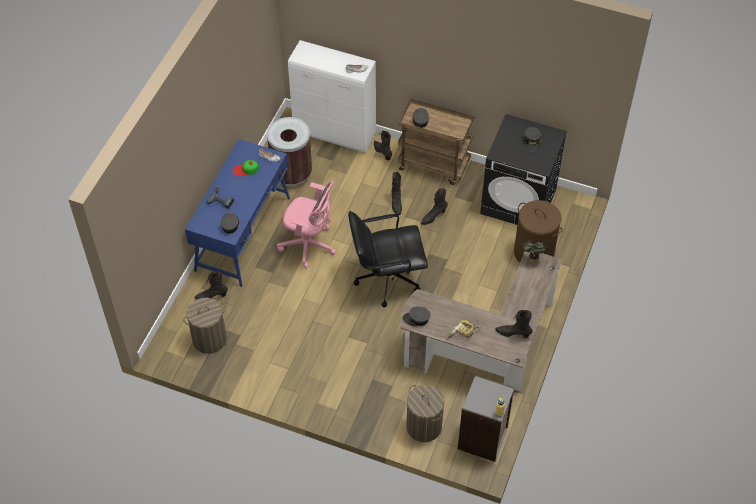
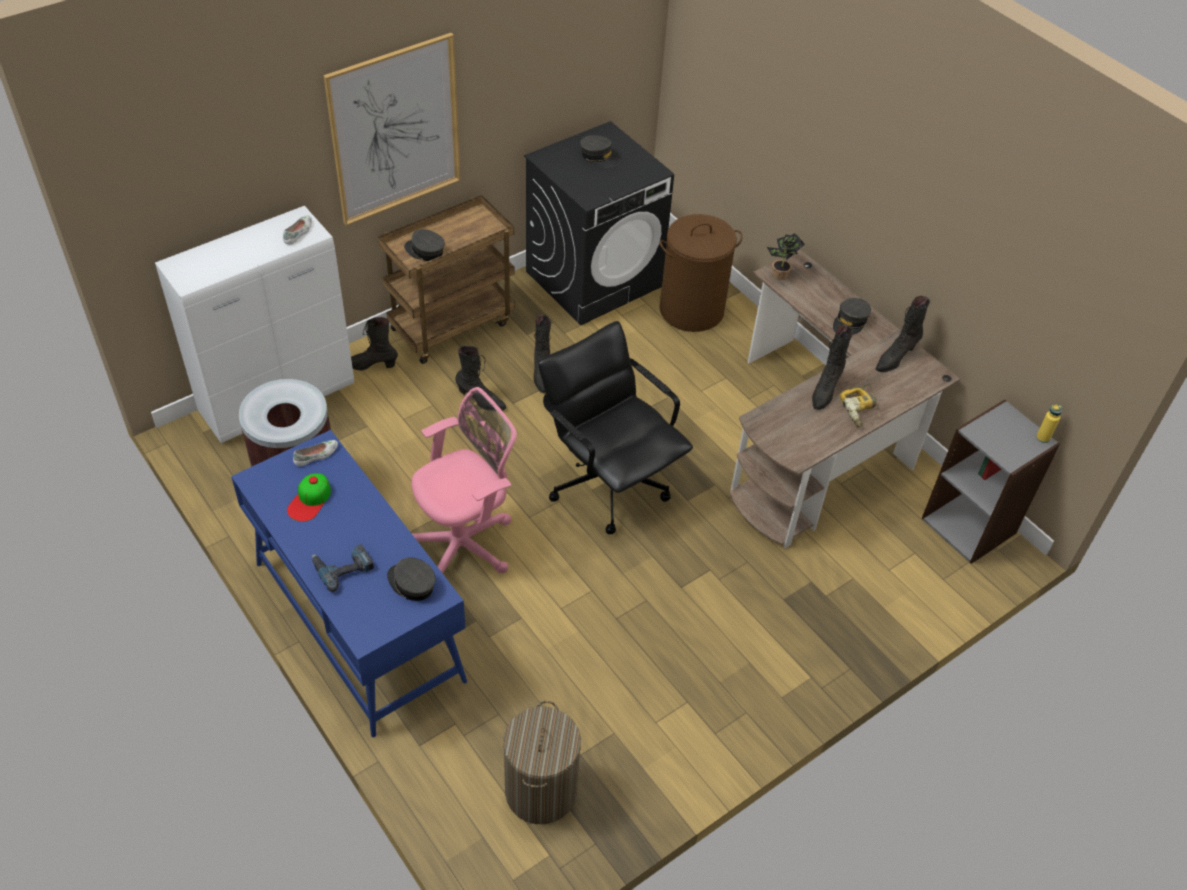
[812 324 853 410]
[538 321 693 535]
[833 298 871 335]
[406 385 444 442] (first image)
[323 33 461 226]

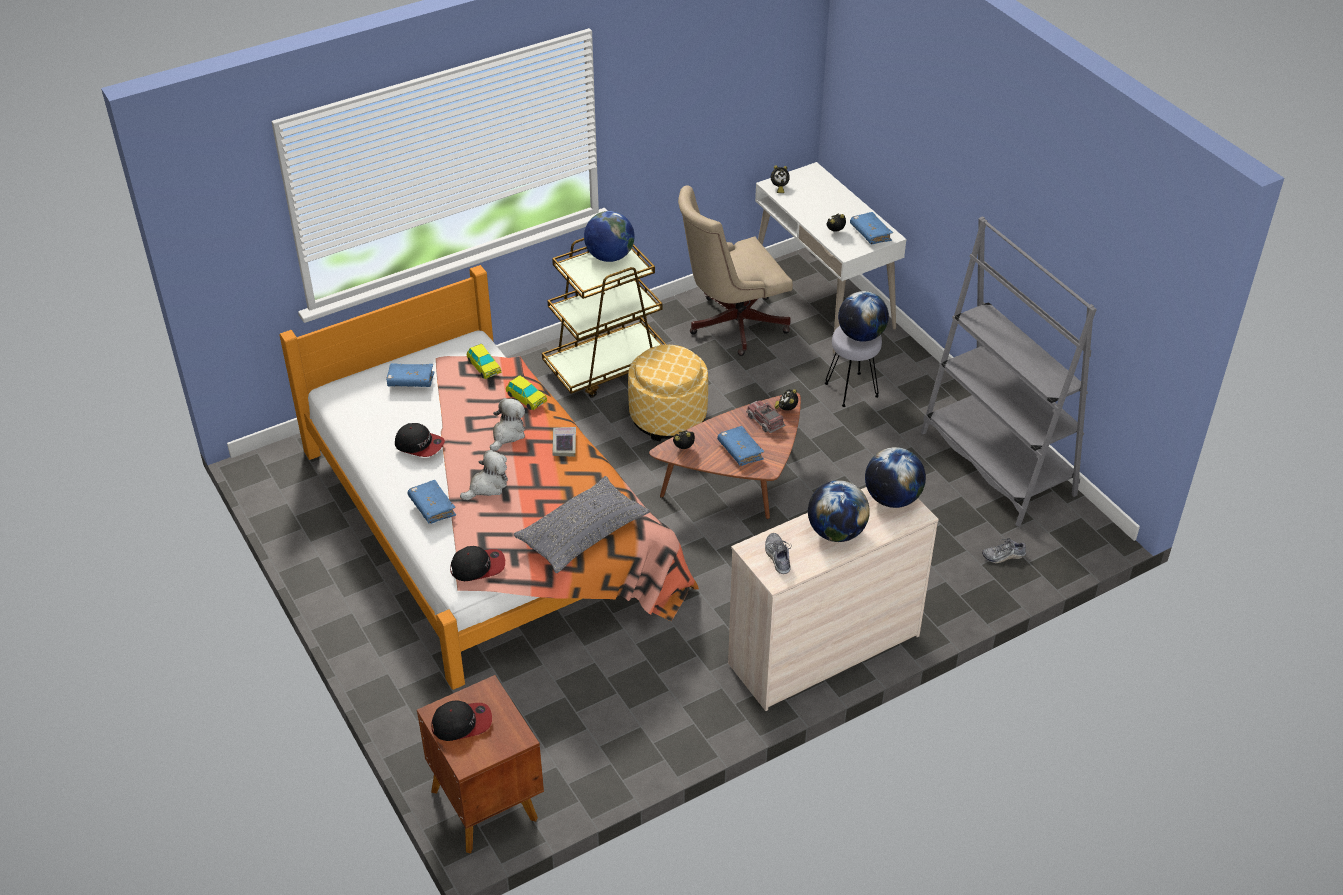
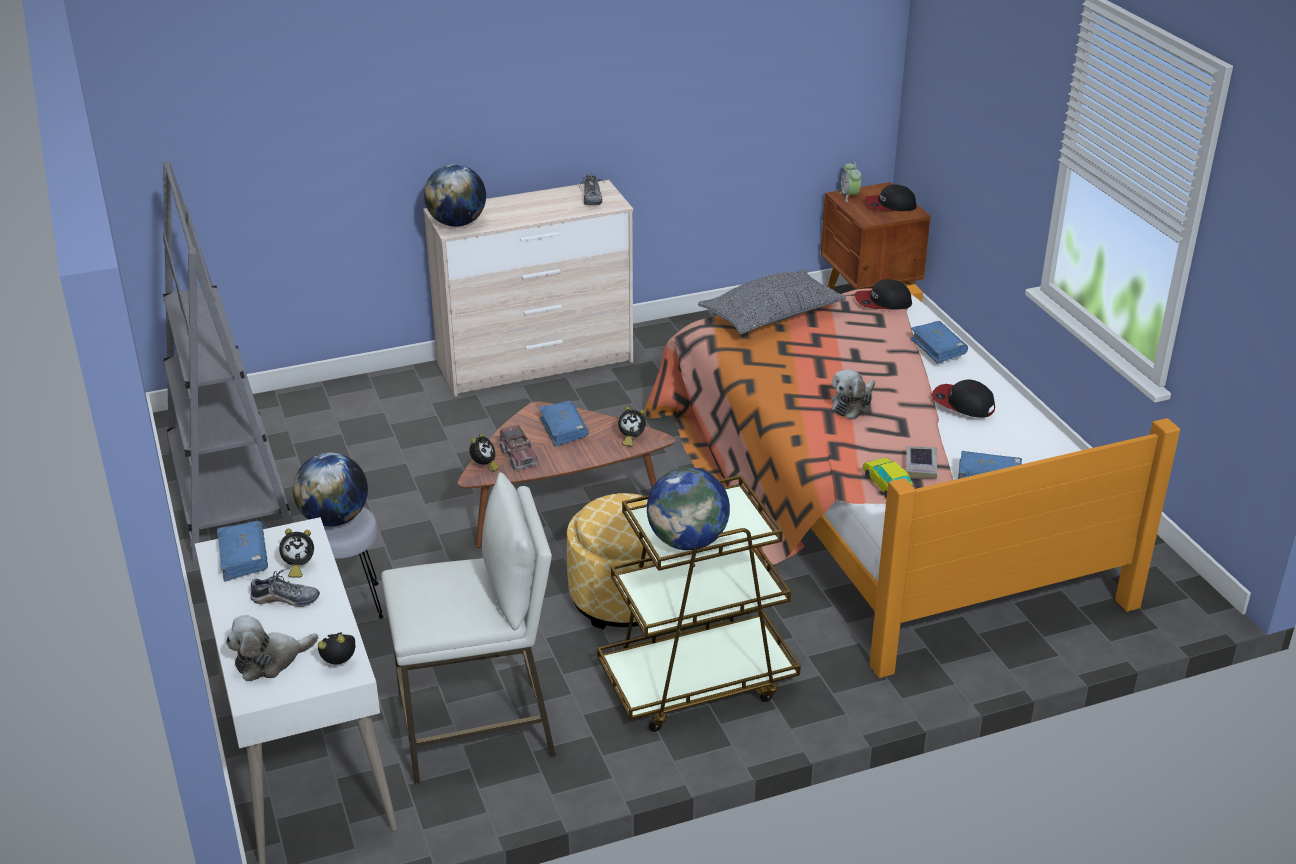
[226 615 318 681]
[506 375 547 410] (first image)
[906 446 937 479]
[381 472 556 784]
[808 480 870 542] (first image)
[250 568 320 607]
[840 161 861 202]

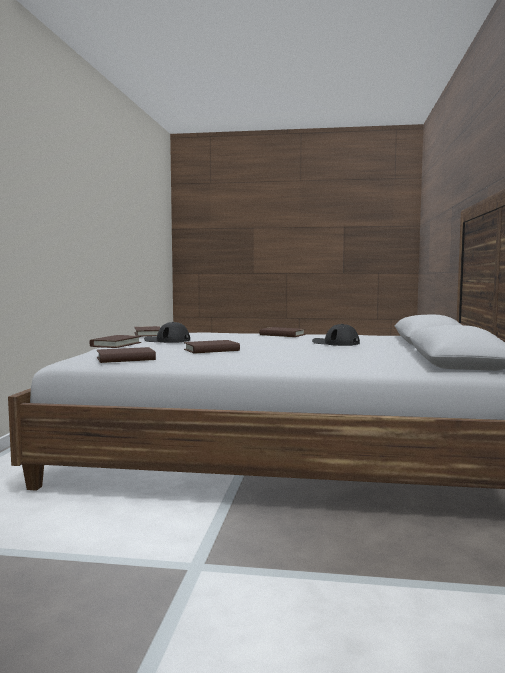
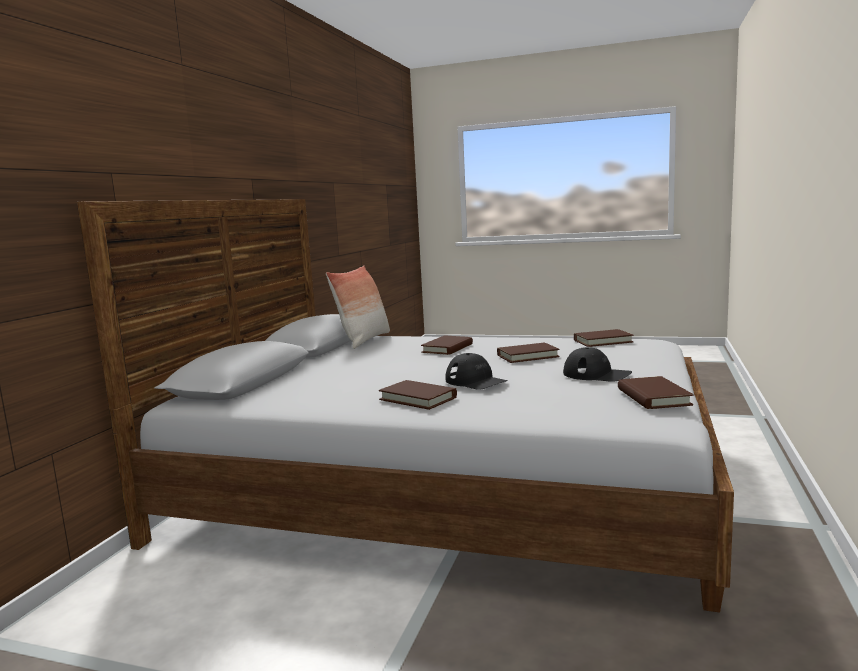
[421 335 473 355]
[445 353 508 390]
[326 265 390 349]

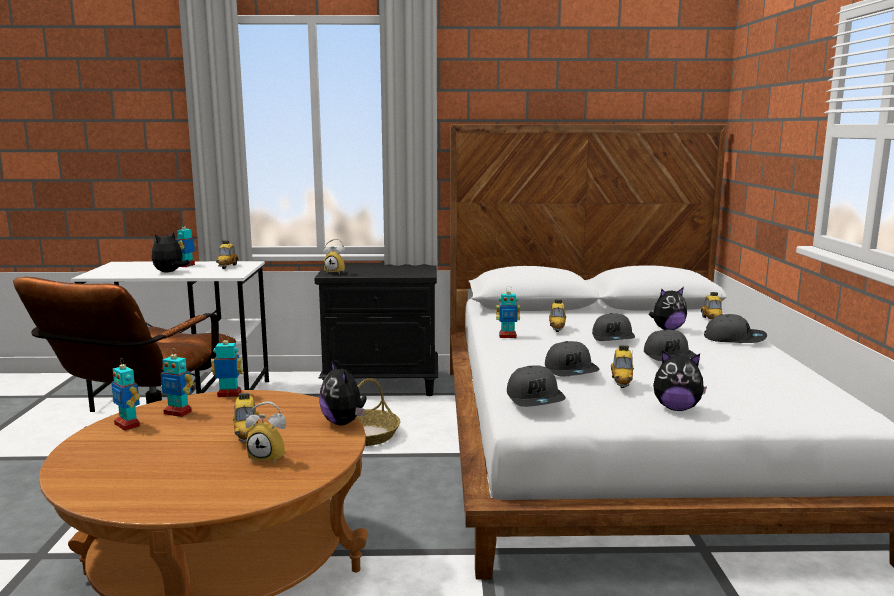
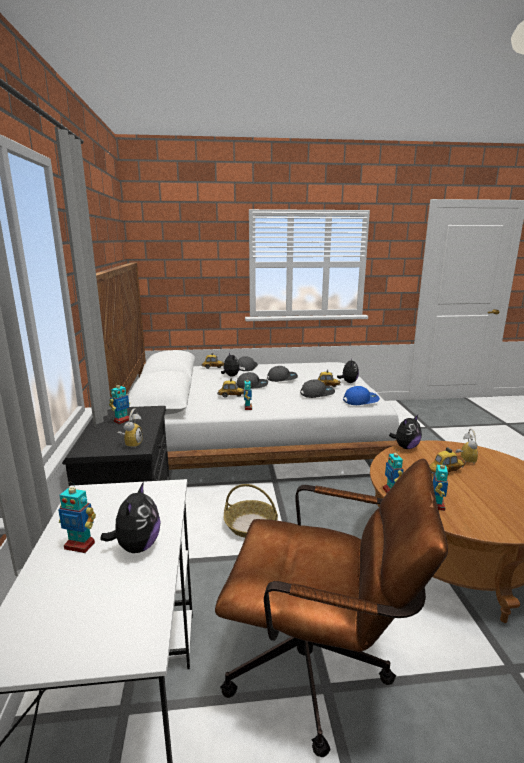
[109 381 130 424]
[100 482 161 553]
[216 241 239 269] (first image)
[343 386 380 405]

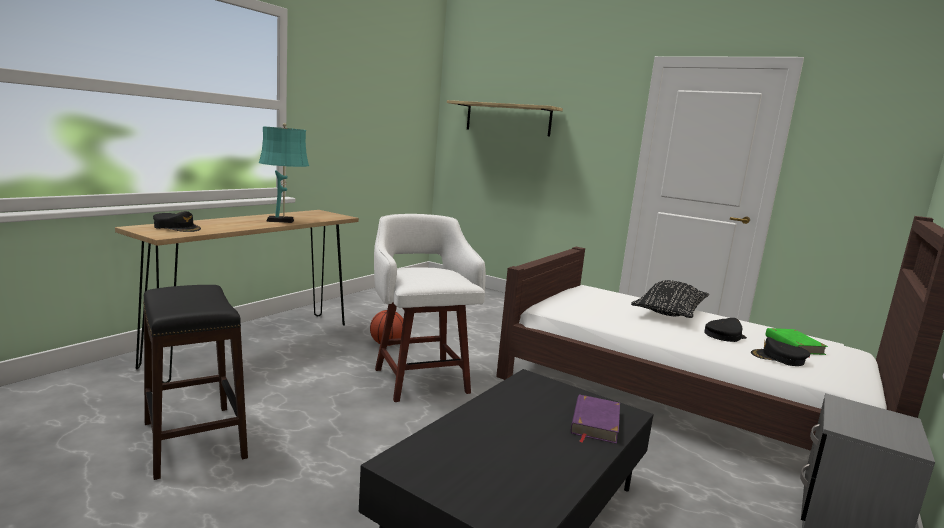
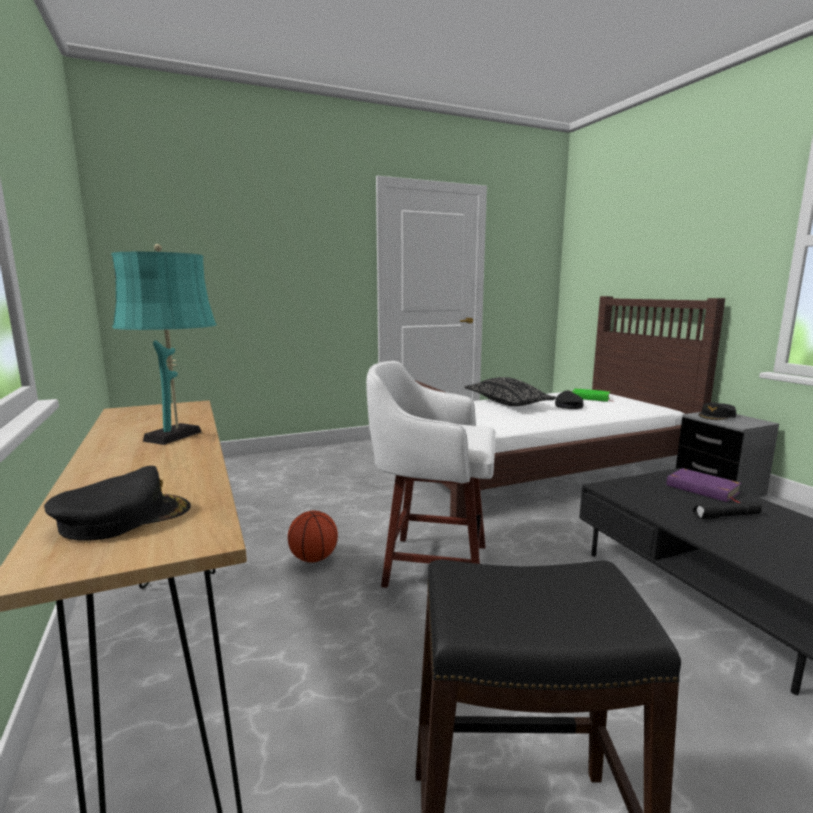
[447 100 563 137] (first image)
[698 402 736 420]
[693 501 762 519]

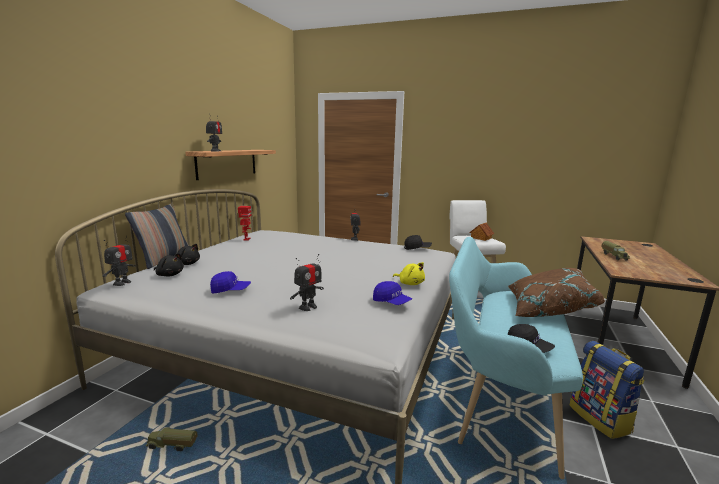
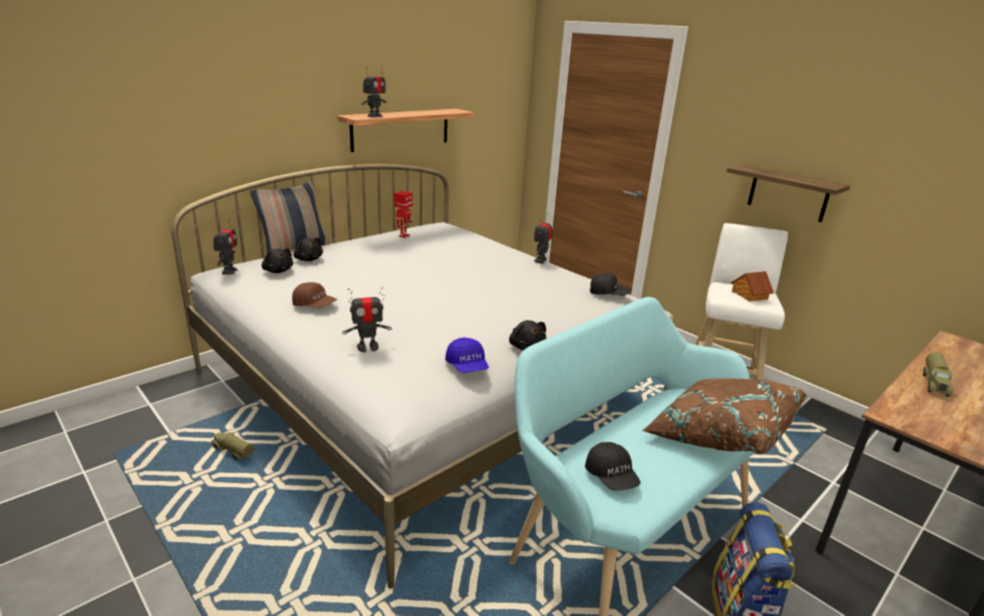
[213 219 238 275]
[292 282 337 308]
[509 320 546 350]
[727 164 850 222]

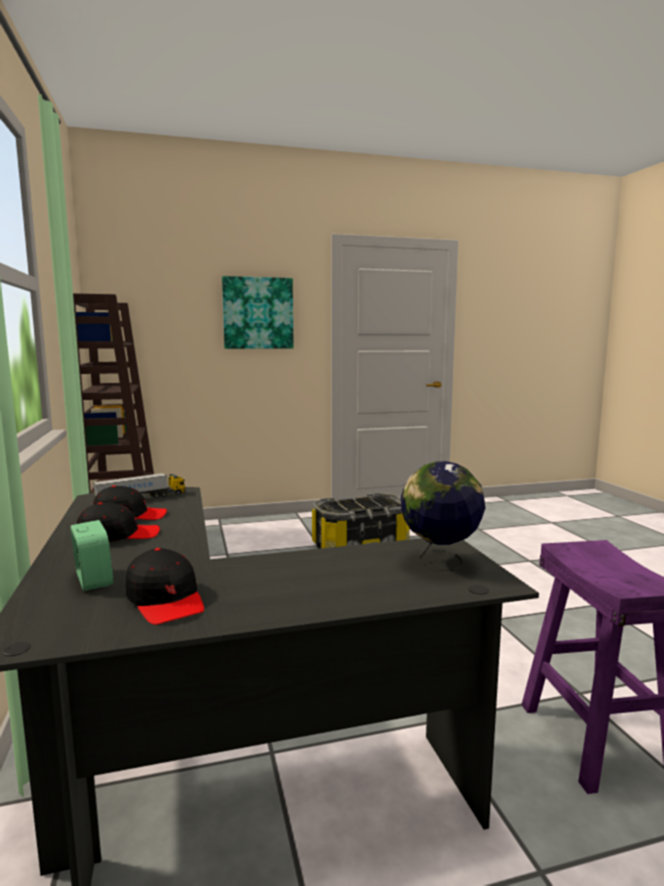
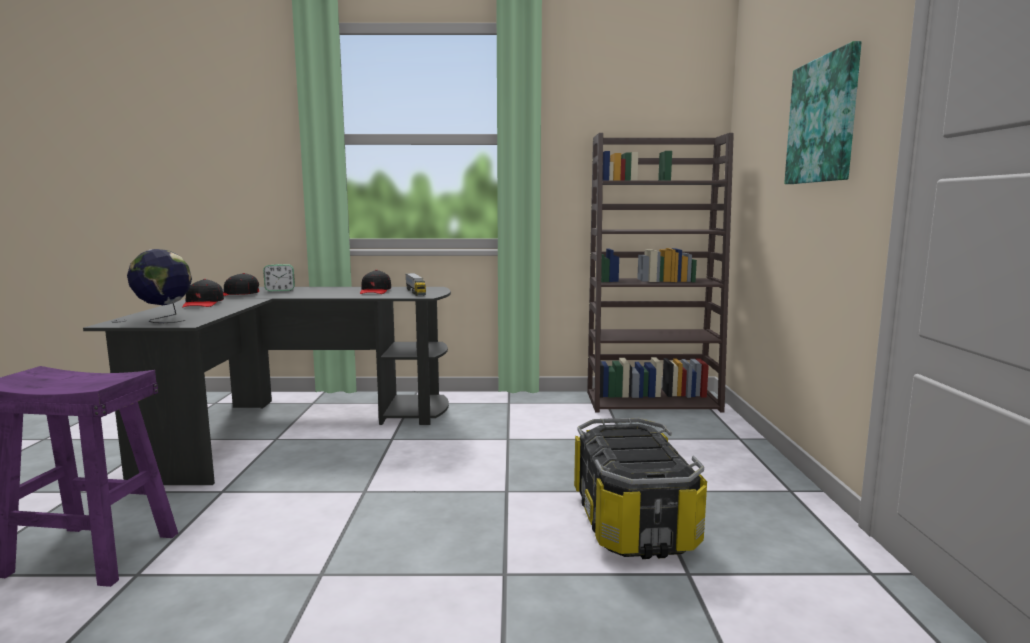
[182 279 224 308]

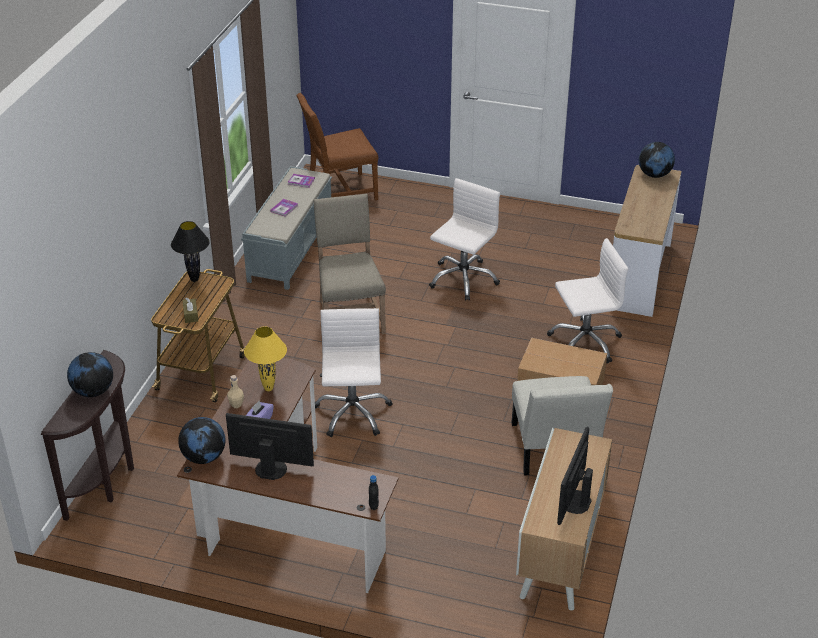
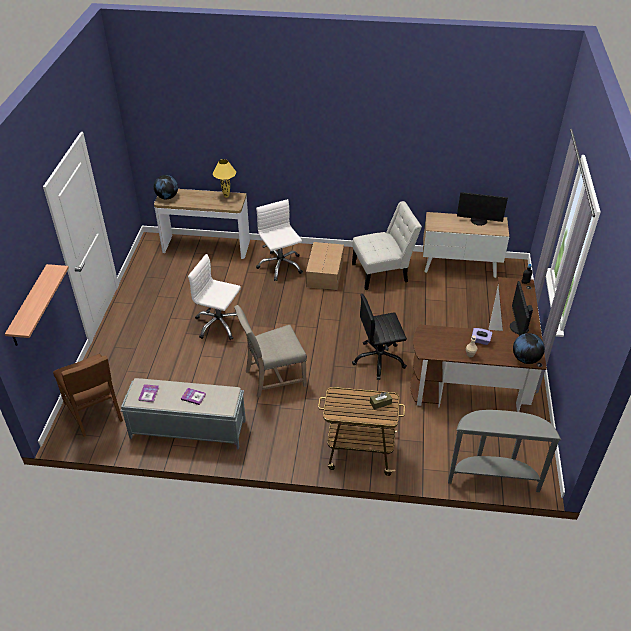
[448 410 561 492]
[67 352 113 397] (first image)
[171 221 210 282] (first image)
[213 159 236 198]
[352 294 407 380]
[5 264 69 346]

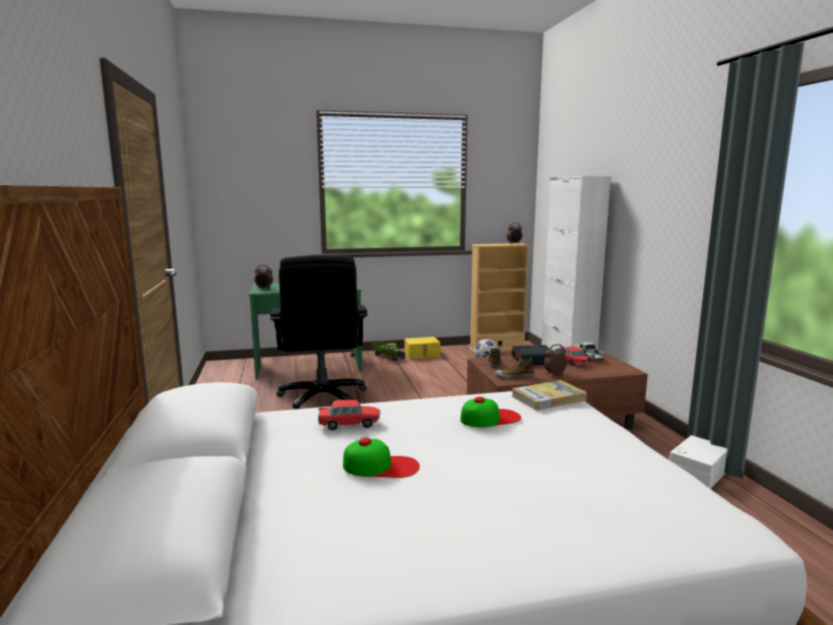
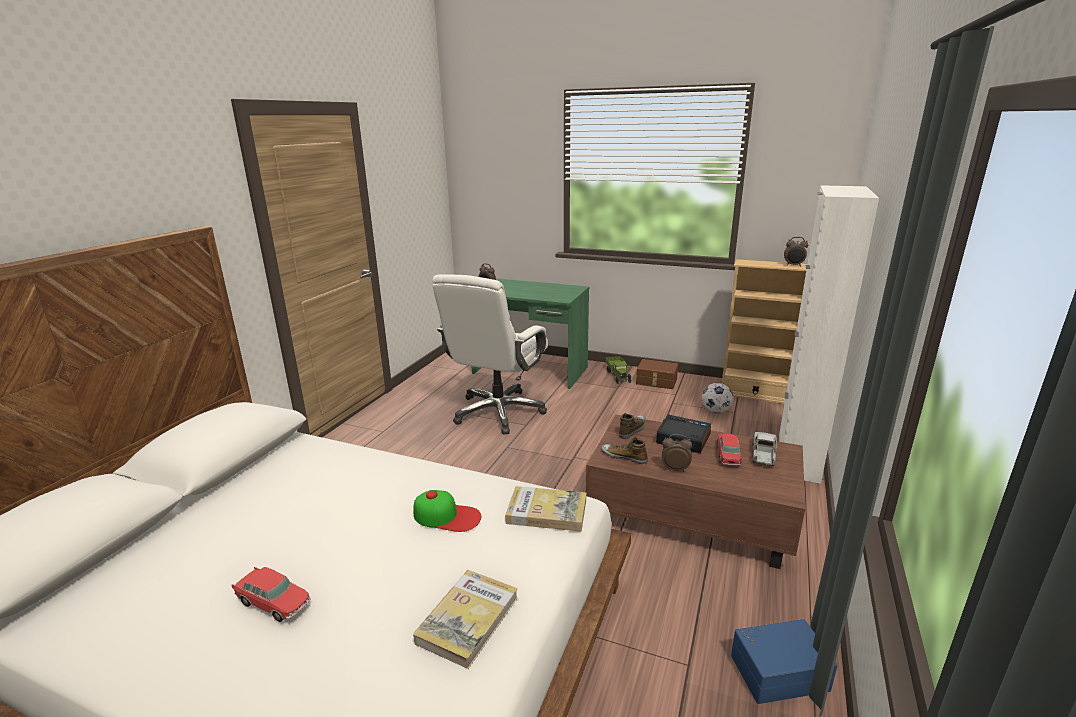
[432 274 548 435]
[232 567 311 622]
[343 438 420 478] (first image)
[636 359 678 389]
[731 619 838 704]
[413 570 518 669]

